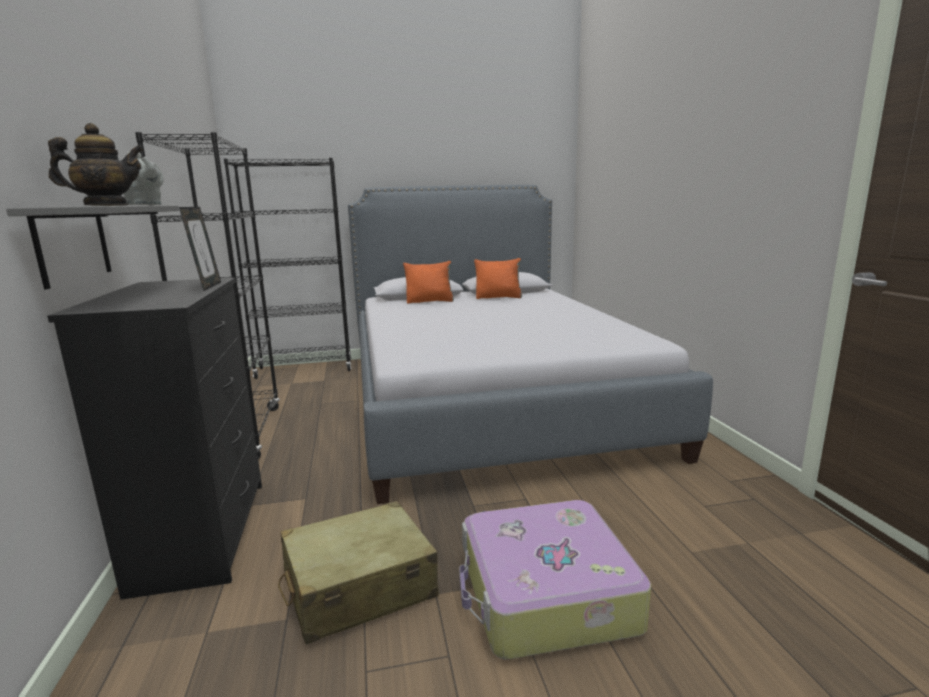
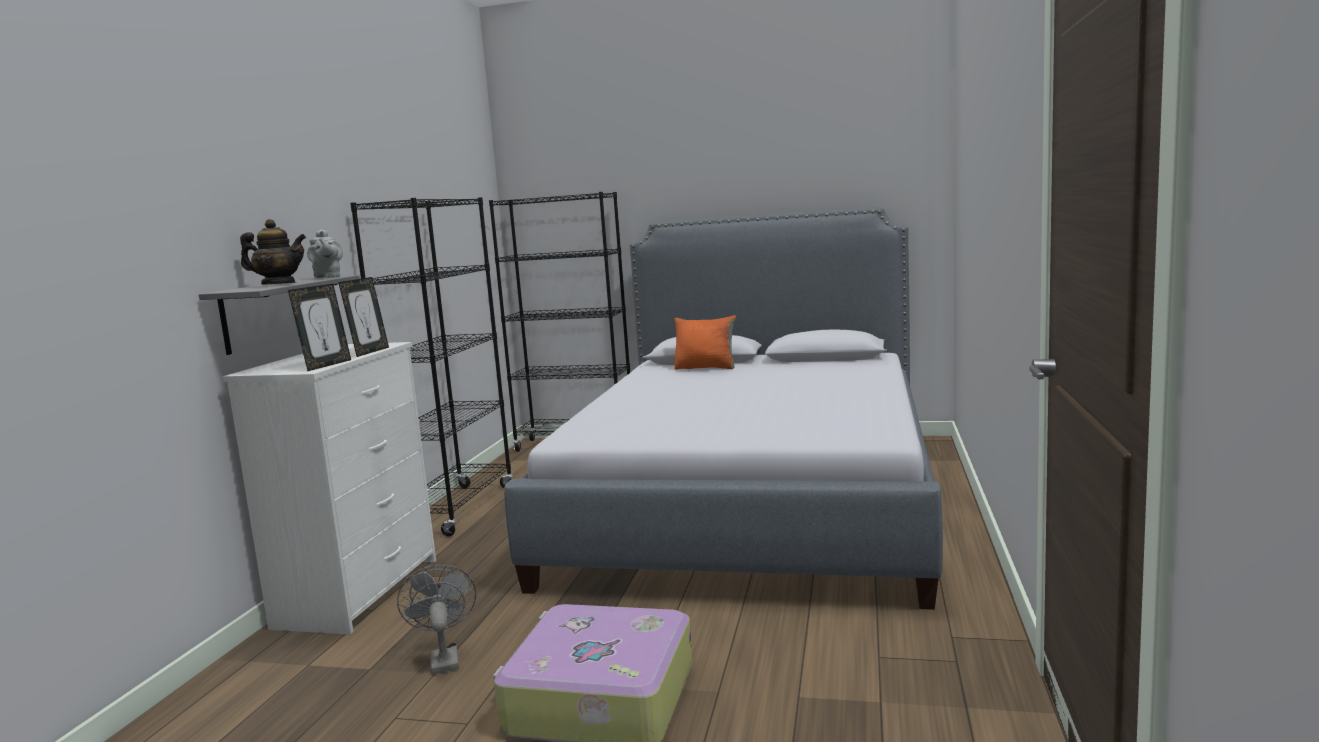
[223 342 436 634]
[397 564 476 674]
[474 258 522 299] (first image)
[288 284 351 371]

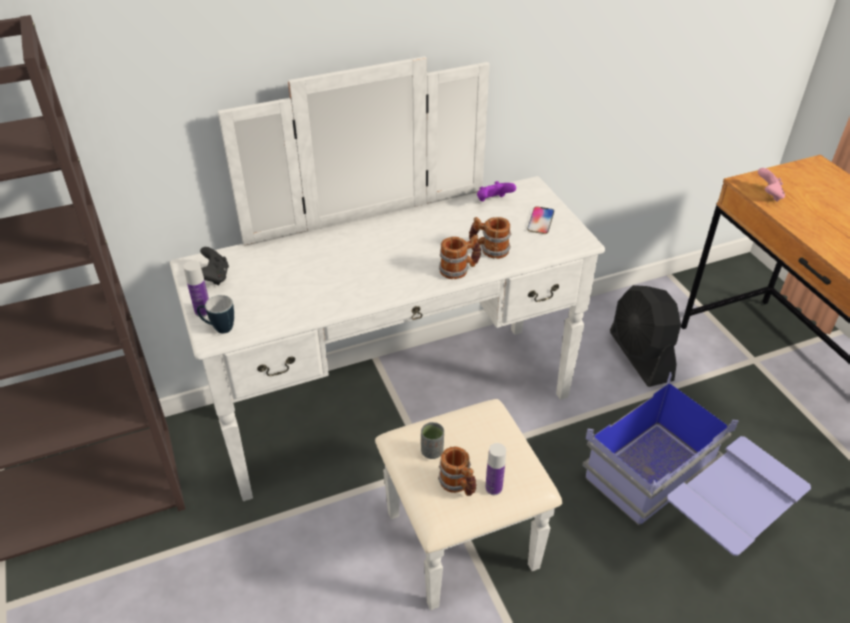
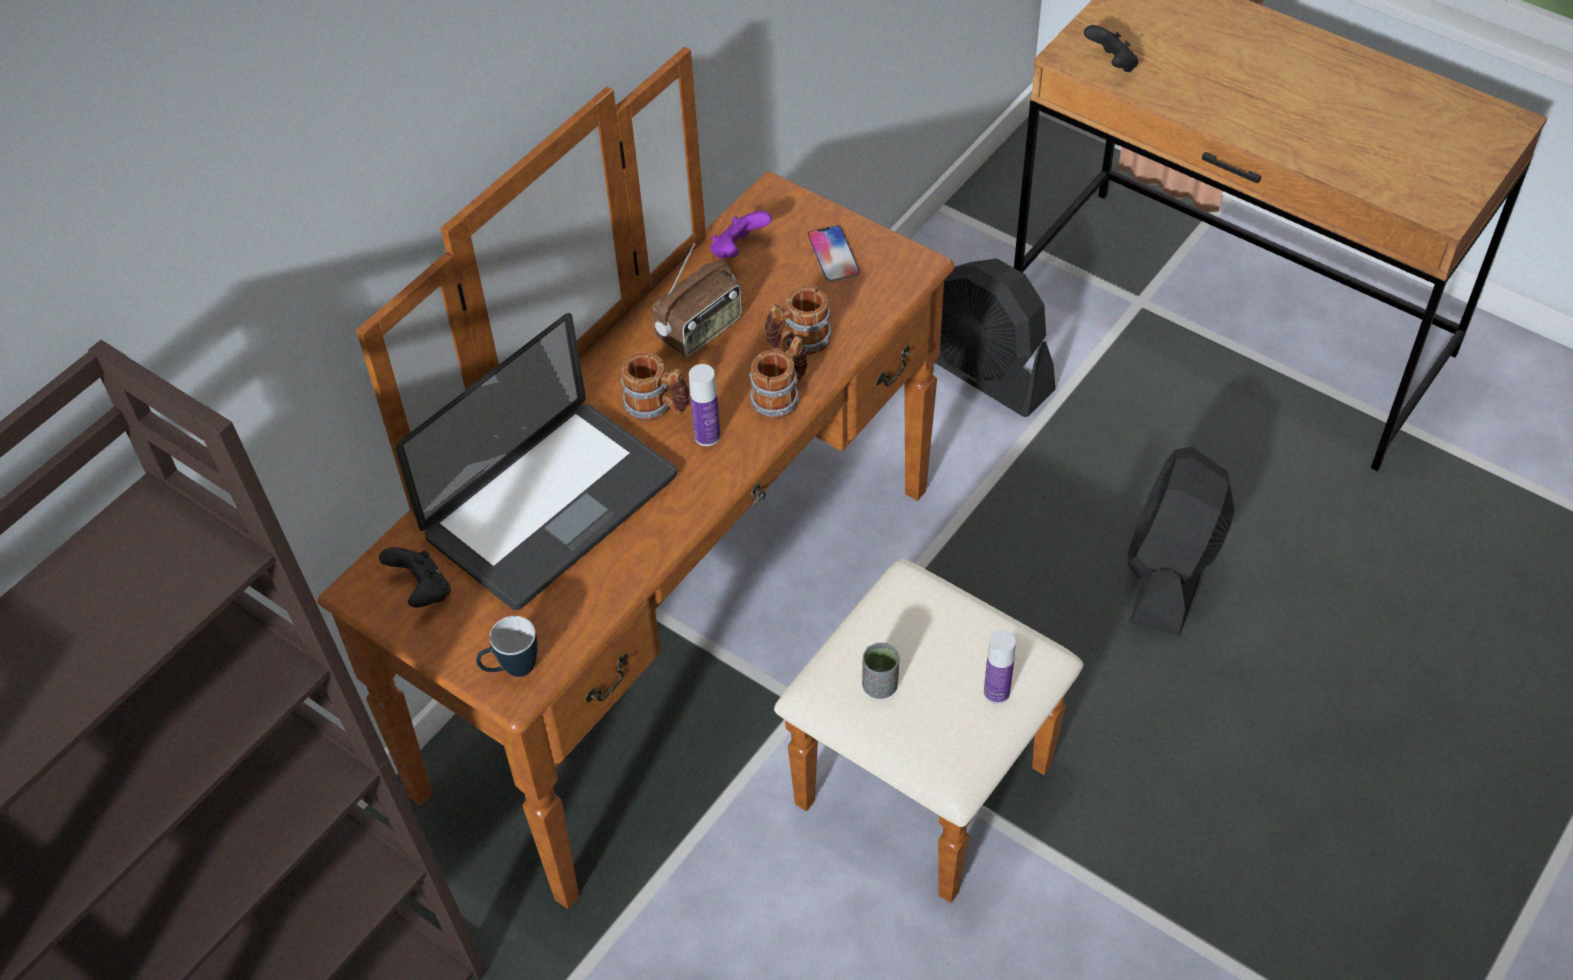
[317 47 1083 909]
[689 364 720 446]
[621 352 690 422]
[1128 447 1235 636]
[1084 25 1138 72]
[395 313 677 610]
[652 244 742 358]

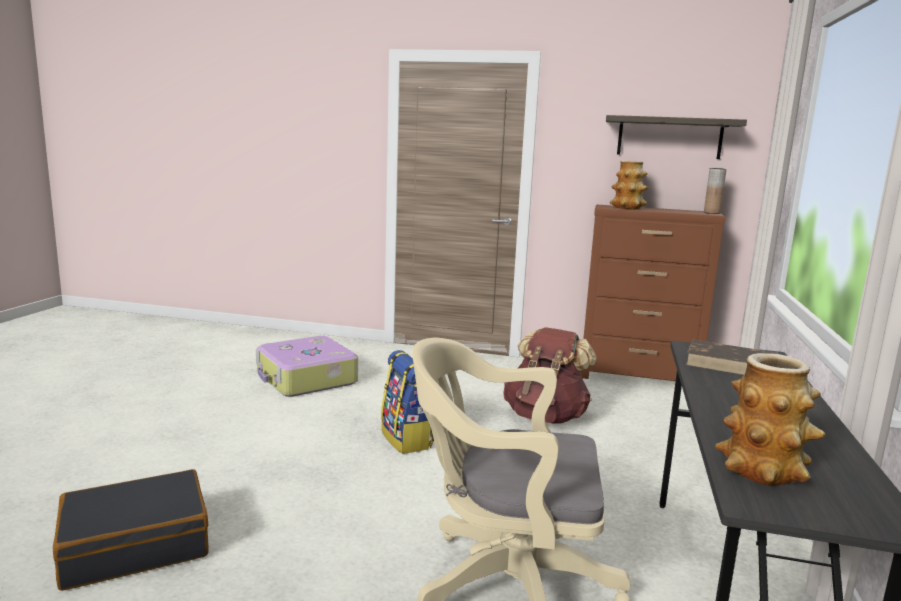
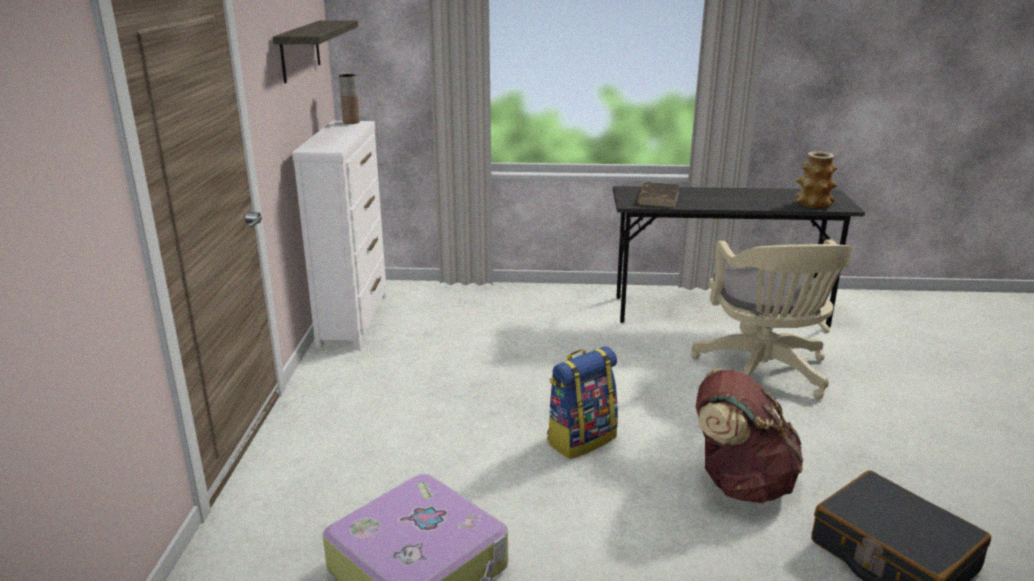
[696 369 803 503]
[292 121 387 349]
[610 160 648 209] (first image)

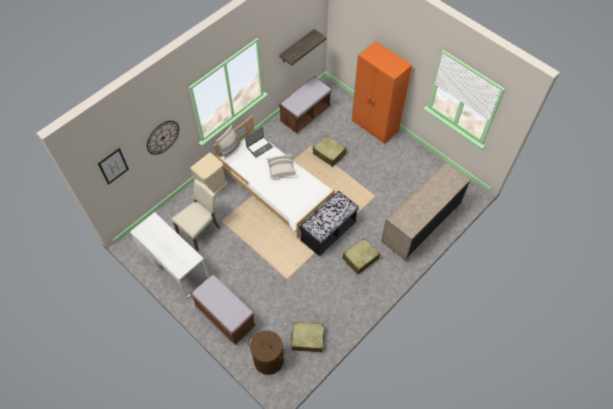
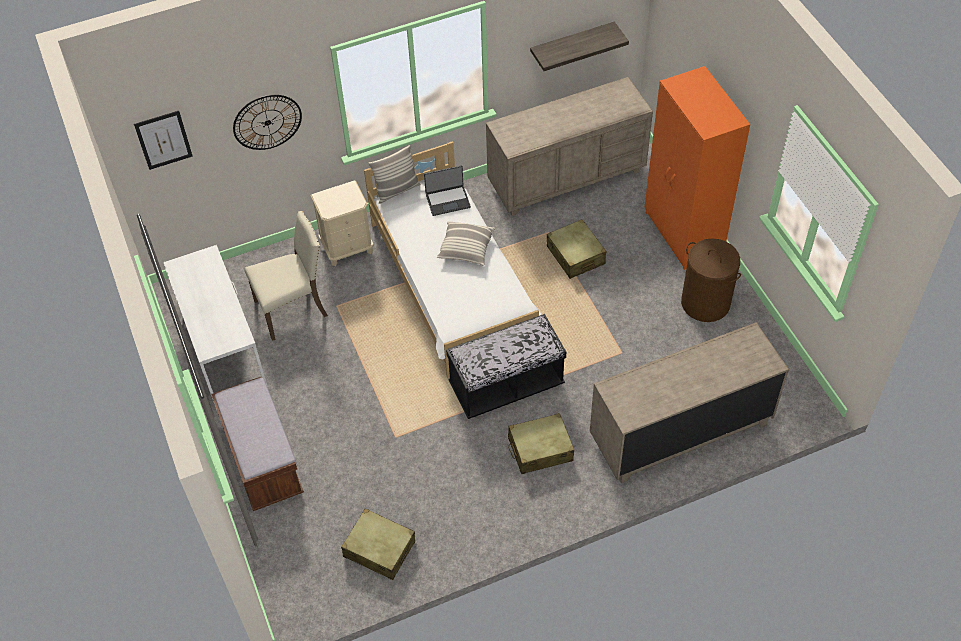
[681 238 741 322]
[486 77 653 216]

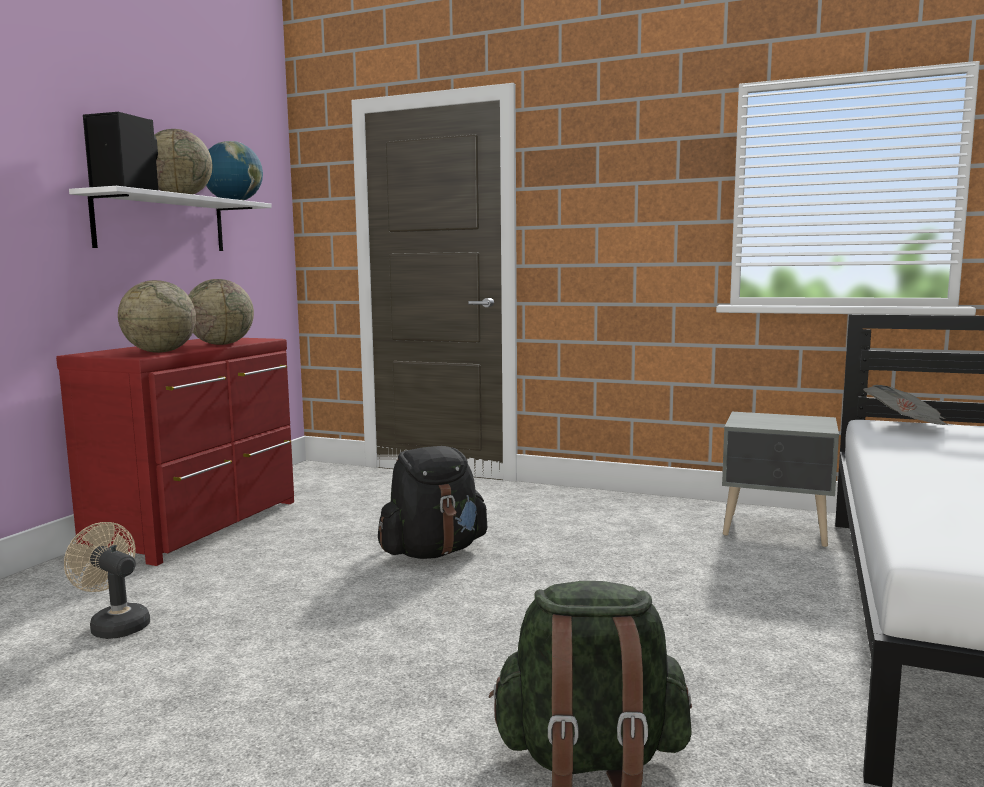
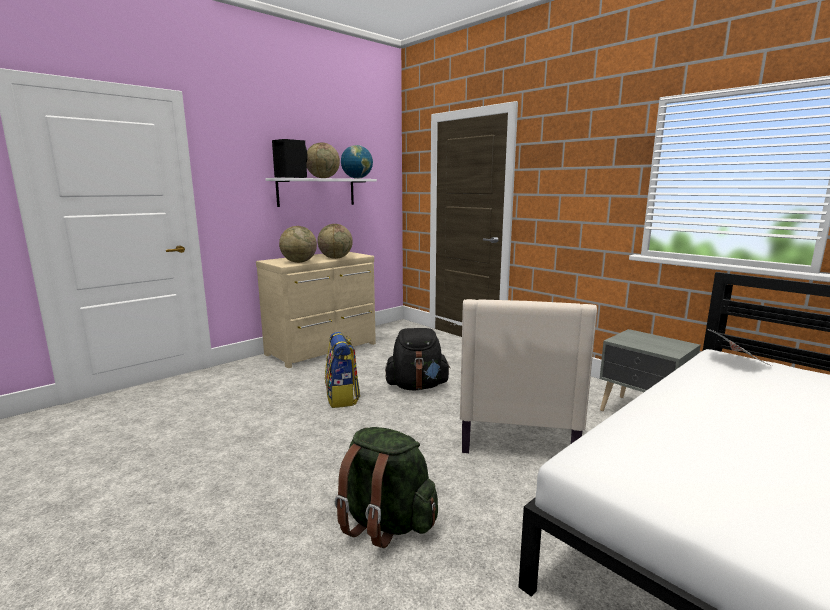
[256 252 376 368]
[64 522 150 639] (first image)
[325 332 360 408]
[460 299 597 453]

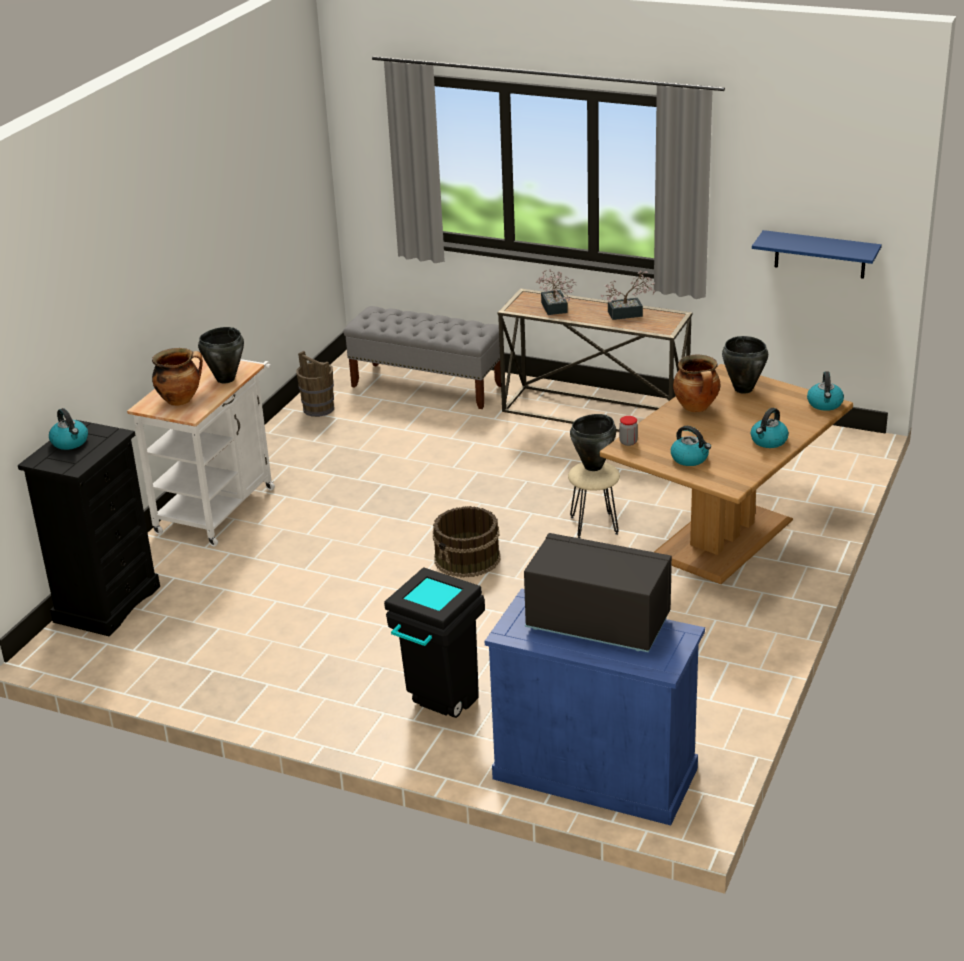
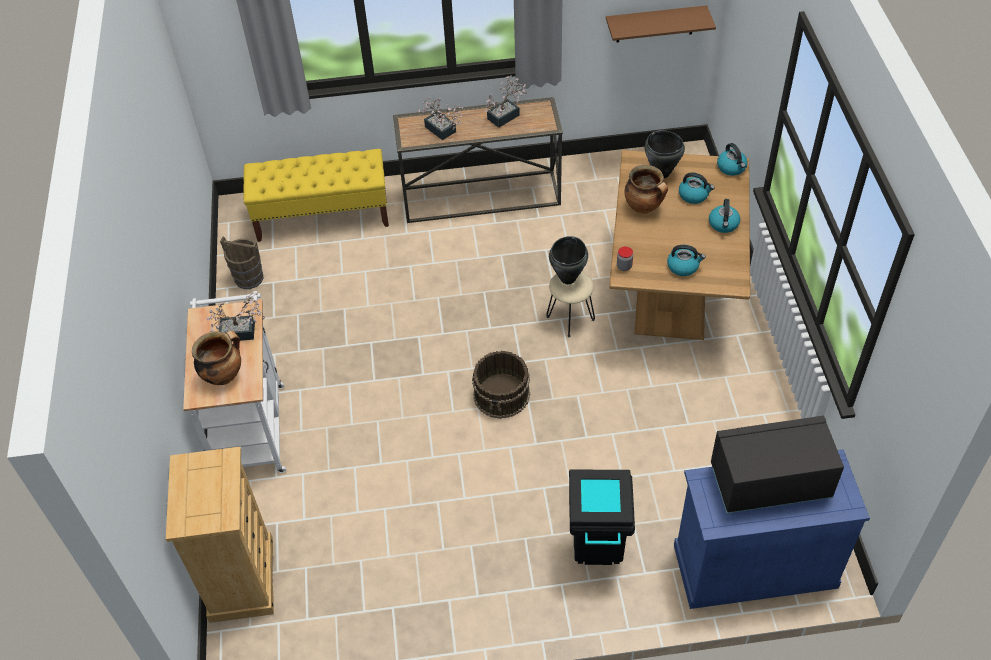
[166 447 274 623]
[679 172 714 204]
[207 293 265 341]
[243 149 389 242]
[606 5 716 43]

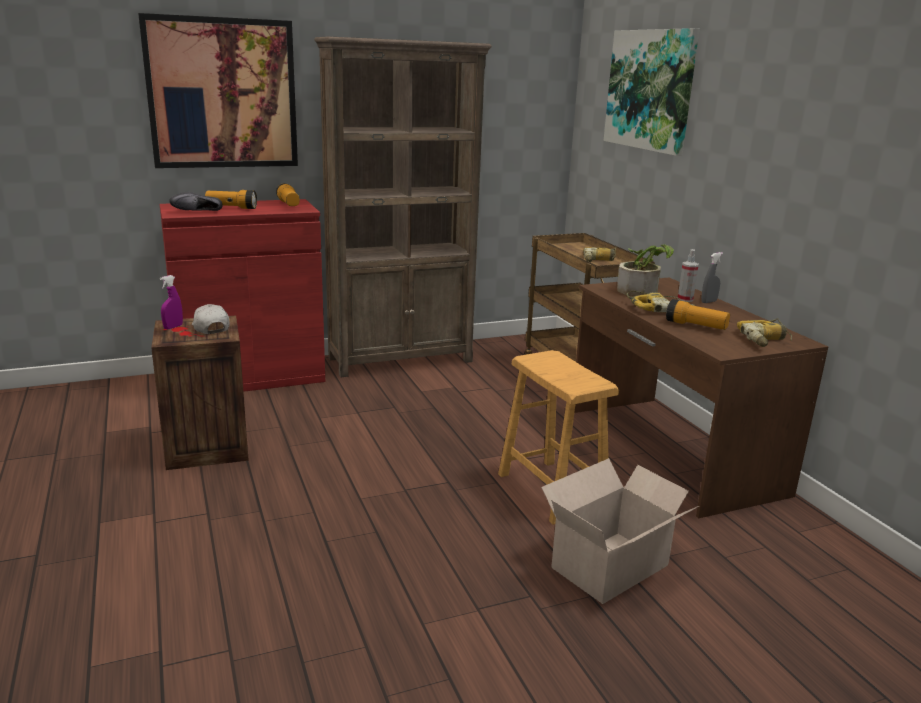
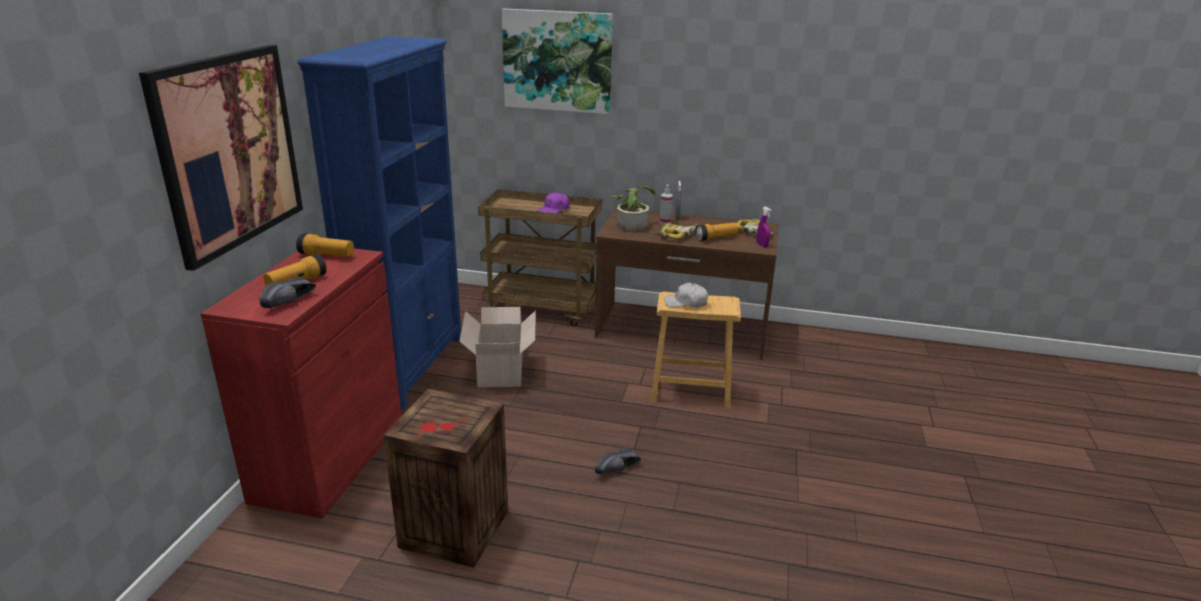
[757 206 771 248]
[664 283 708 307]
[297 36 462 409]
[459 307 536 388]
[537 192 569 213]
[595 447 641 474]

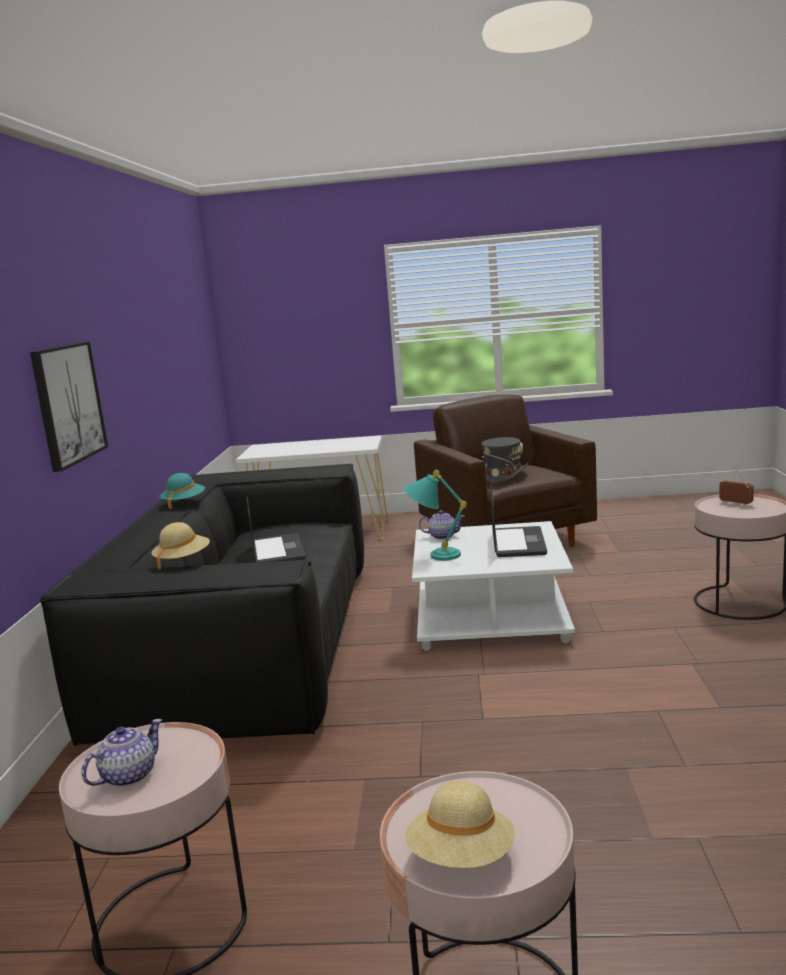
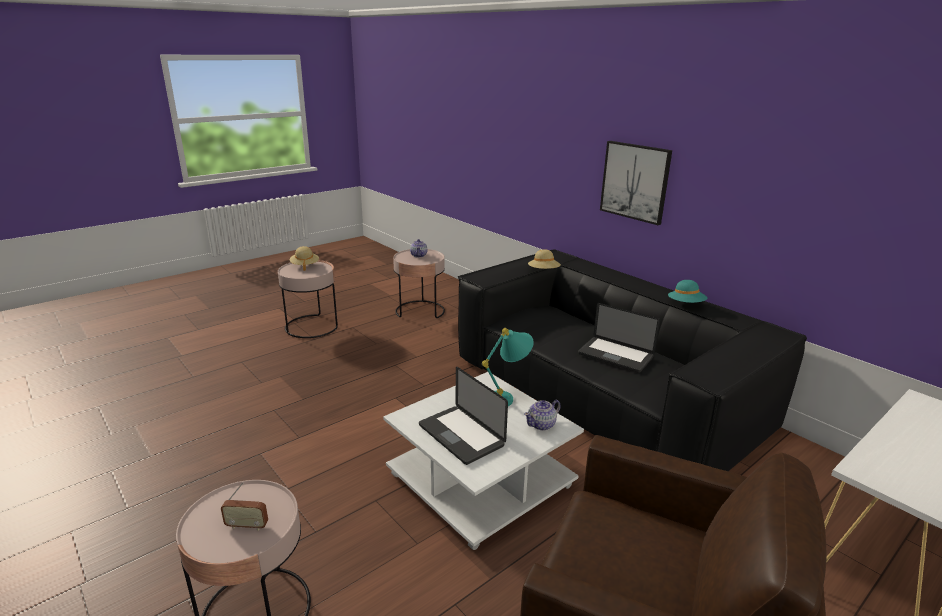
[481 437 529 483] (first image)

